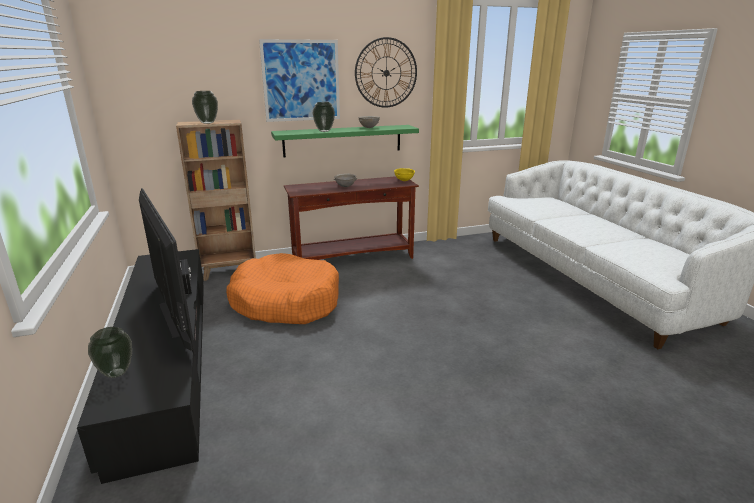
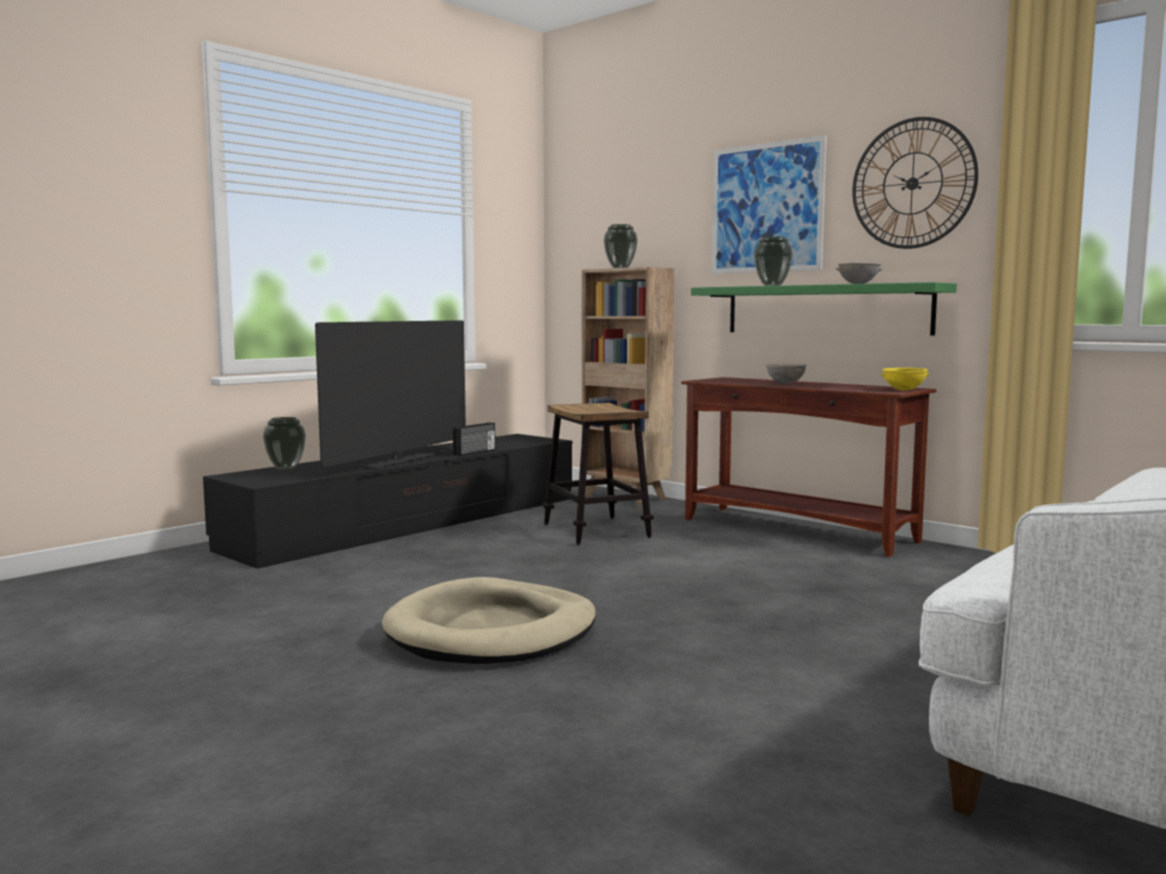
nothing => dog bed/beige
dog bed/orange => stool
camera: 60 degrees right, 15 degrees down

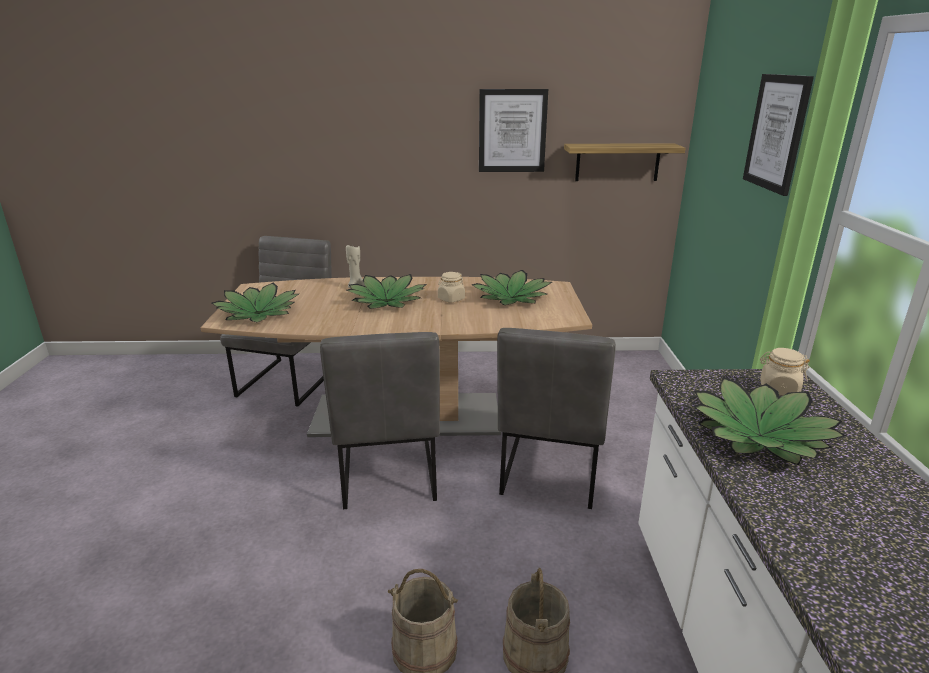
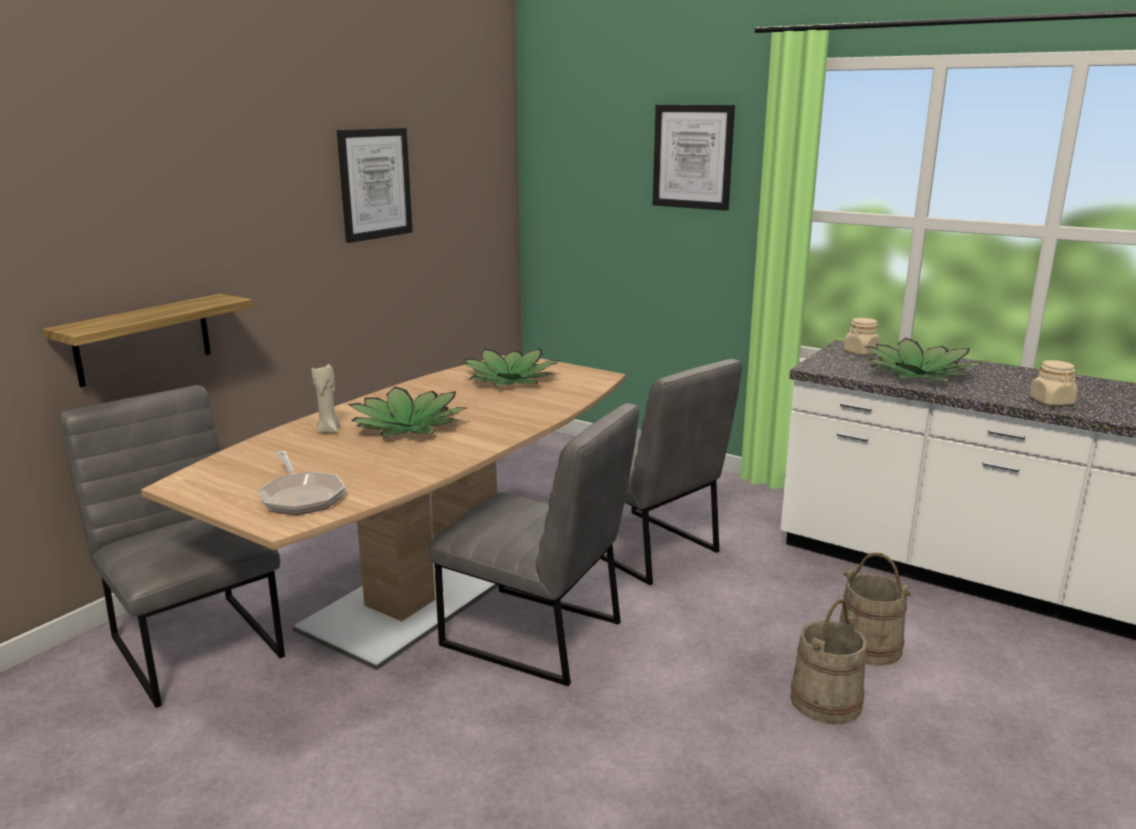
jar/beige (1st from left in the first image) => jar/beige (2nd from left), move
shelf, move
potted plant (1st from left) => frying pan
camera: 55 degrees left, 5 degrees down

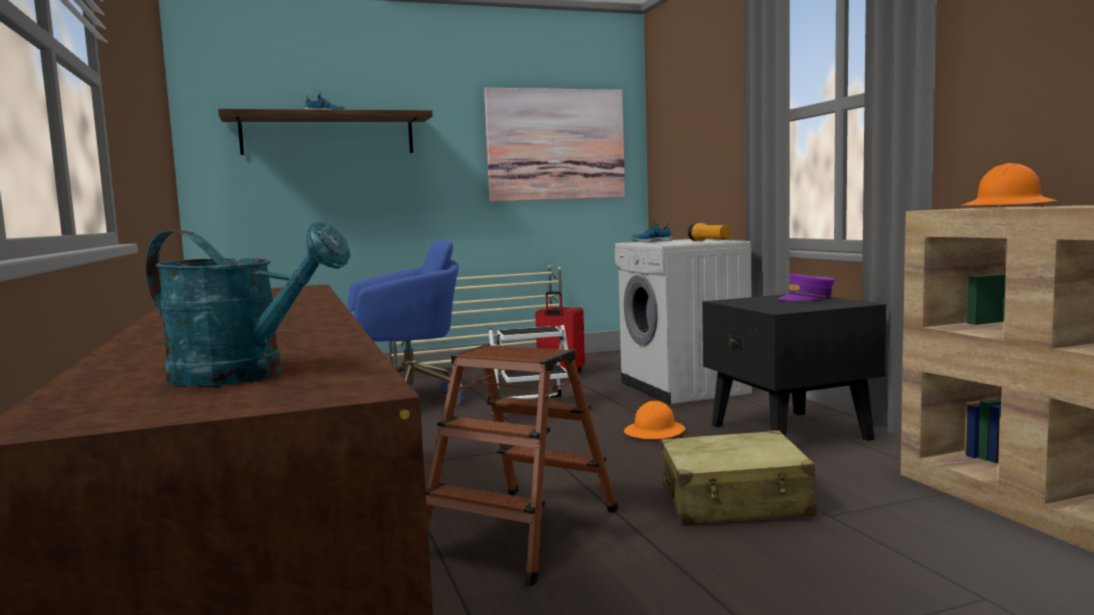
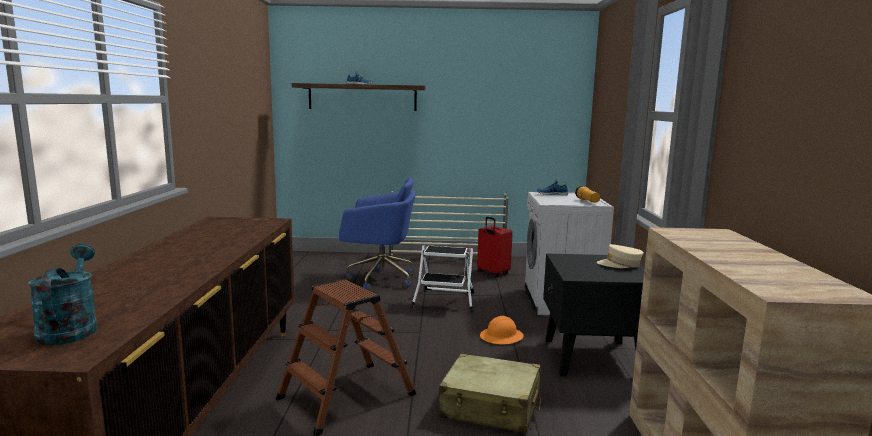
picture => nothing
hard hat/orange (2nd from left) => nothing
cap/purple => cap/beige
watering can/turquoise, 150 degrees counterclockwise
camera: 20 degrees right, 5 degrees up

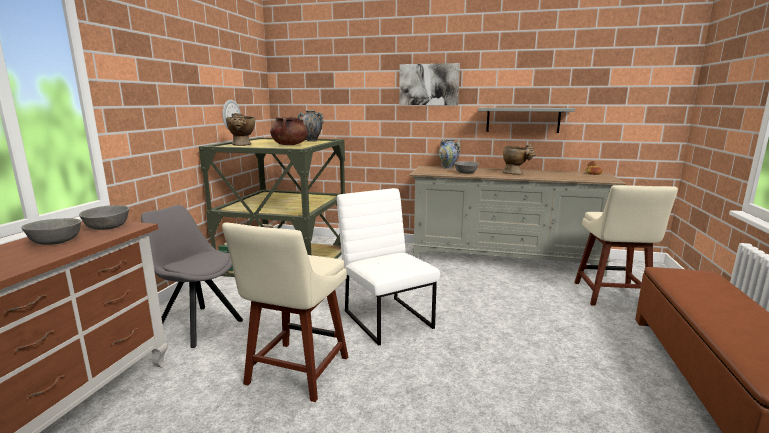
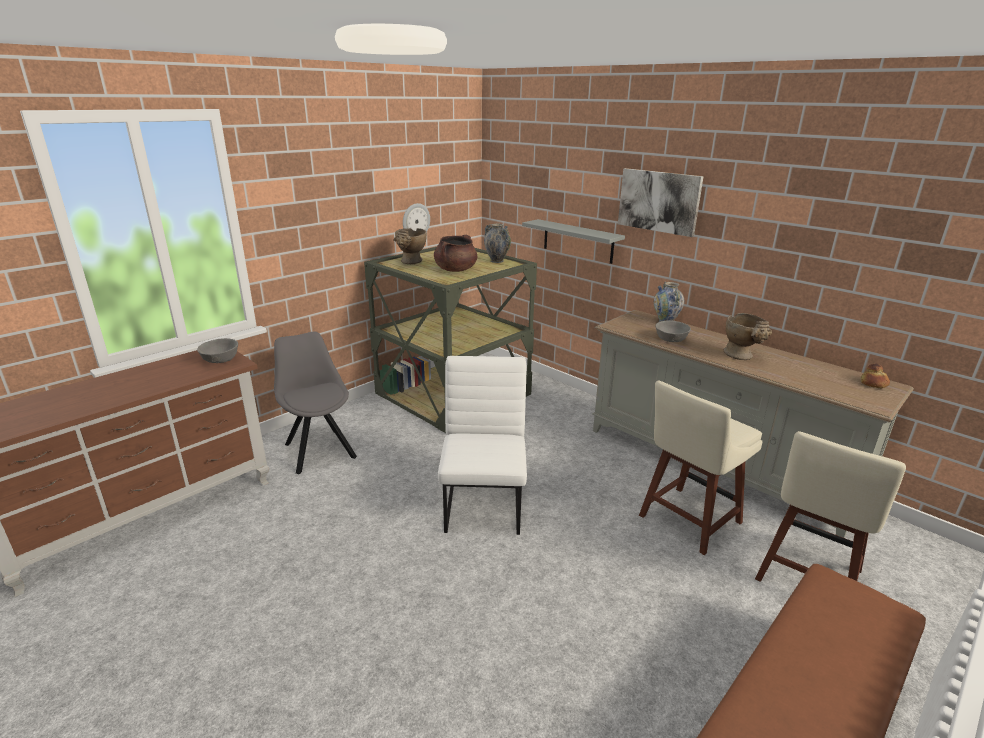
bowl/grey (1st from left) => nothing
stool/beige (1st from left), move
shelf/grey, move
camera: 30 degrees right, 10 degrees up

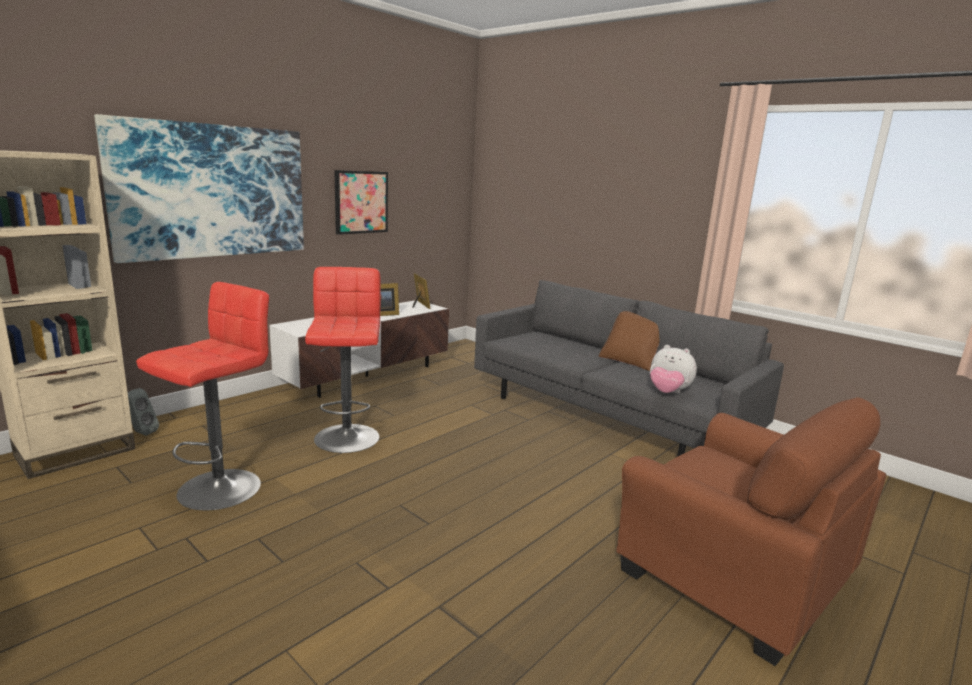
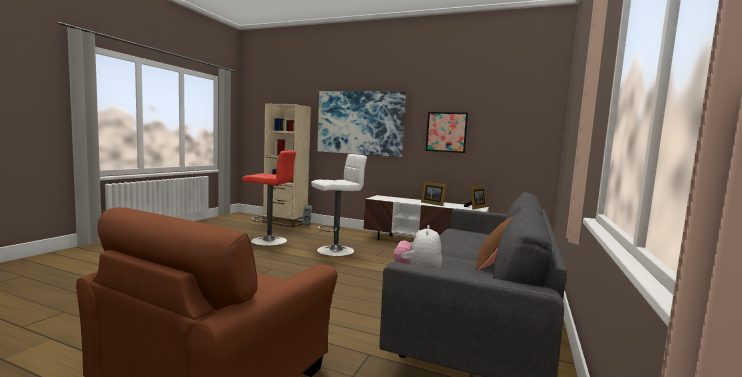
stool/red (2nd from left) => stool/white
camera: 70 degrees right, 10 degrees down

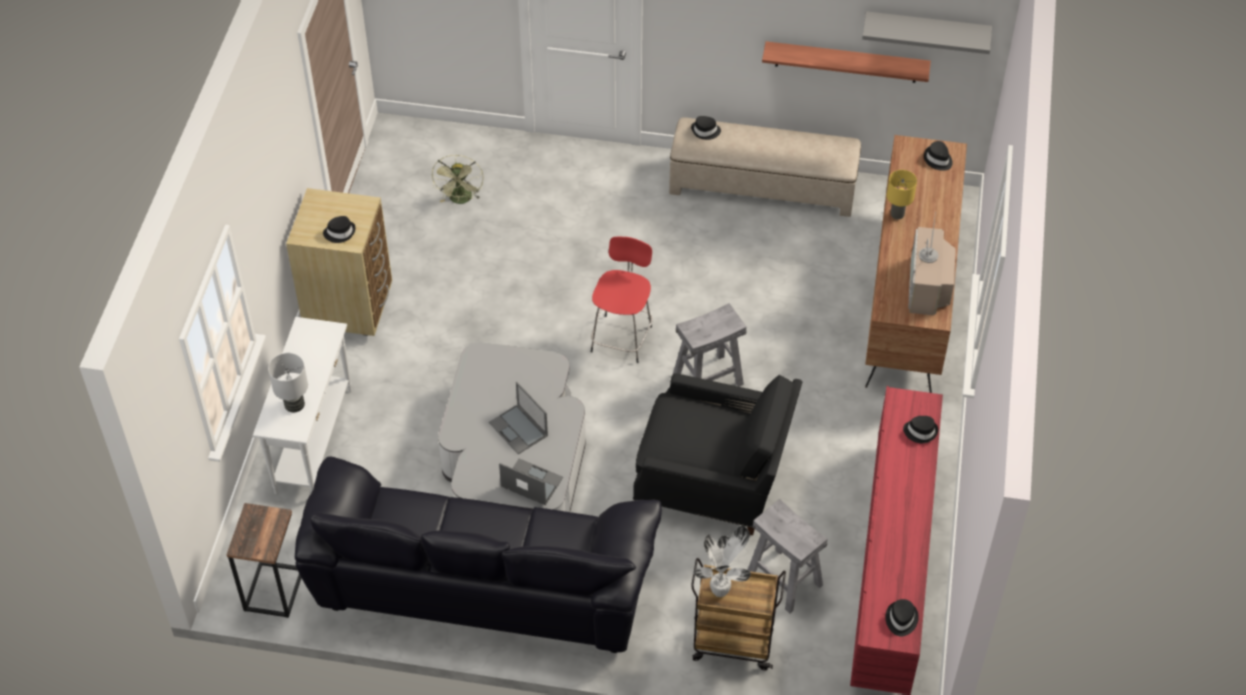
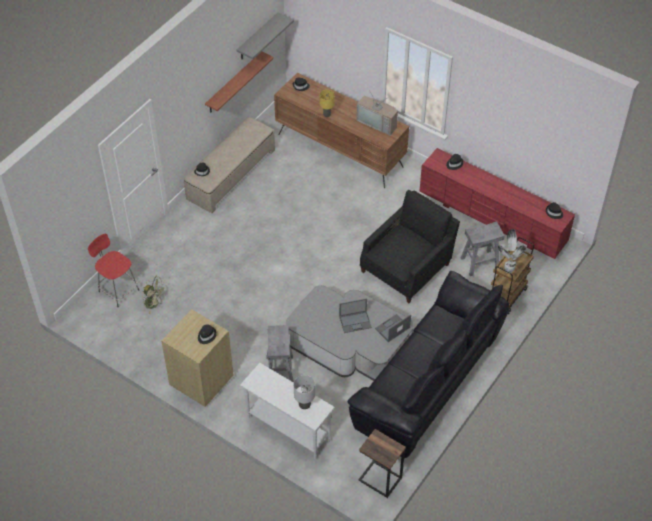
stool/red, move
stool/grey (1st from left), move
camera: 65 degrees left, 0 degrees up

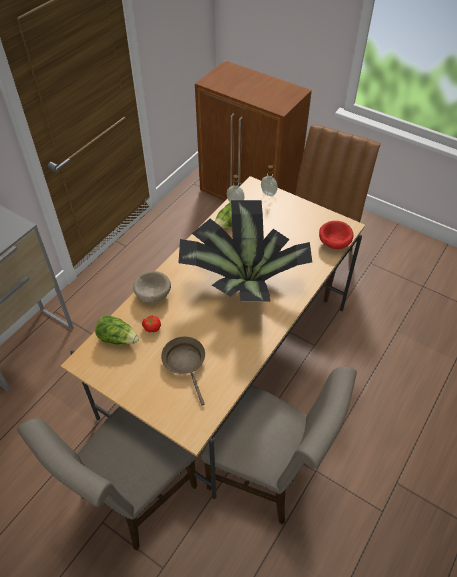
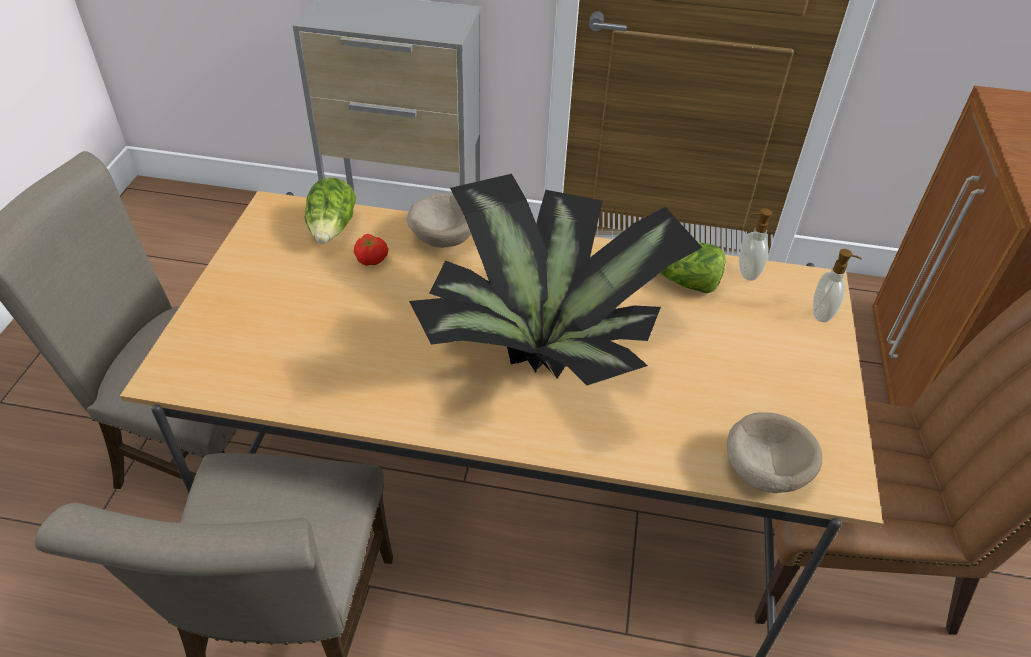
frying pan/brown => nothing
bowl/red => bowl/beige (2nd from left)
camera: 65 degrees right, 5 degrees down

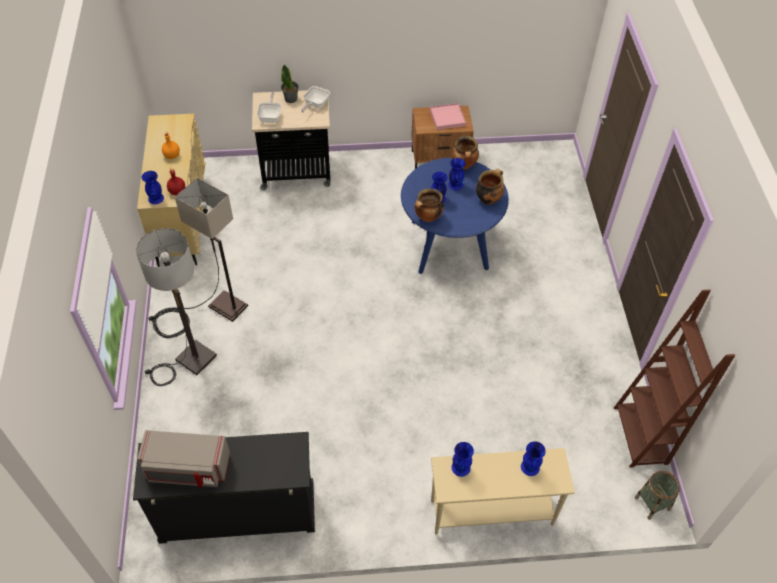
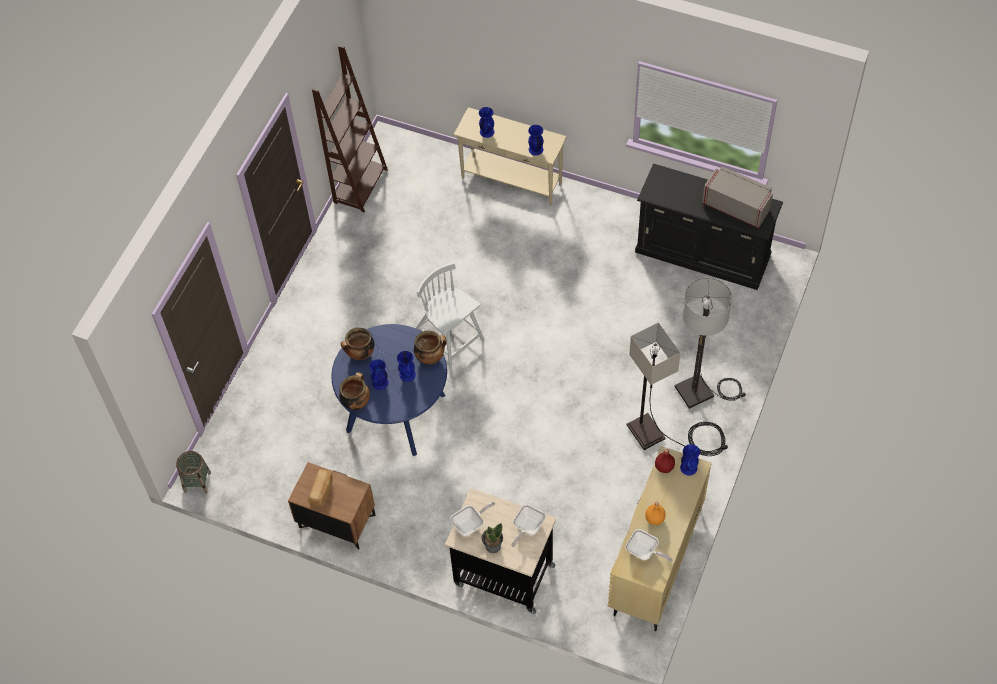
nothing => chair/white
nothing => frying pan (3rd from left)
basket, move
tray/pink => bread
camera: 150 degrees left, 5 degrees up

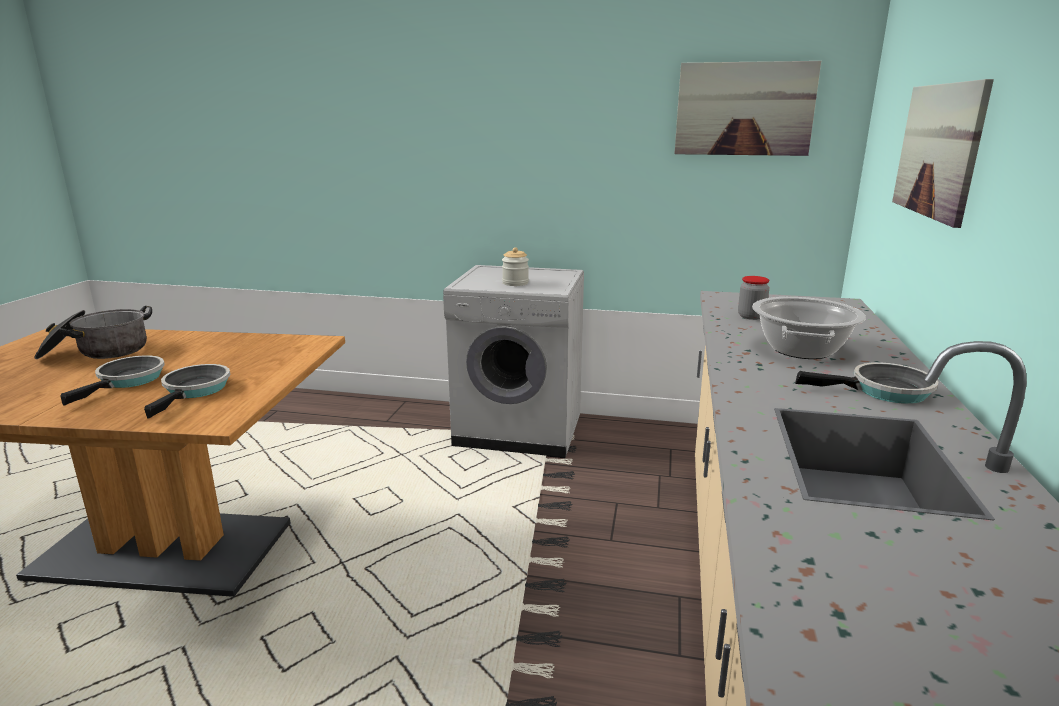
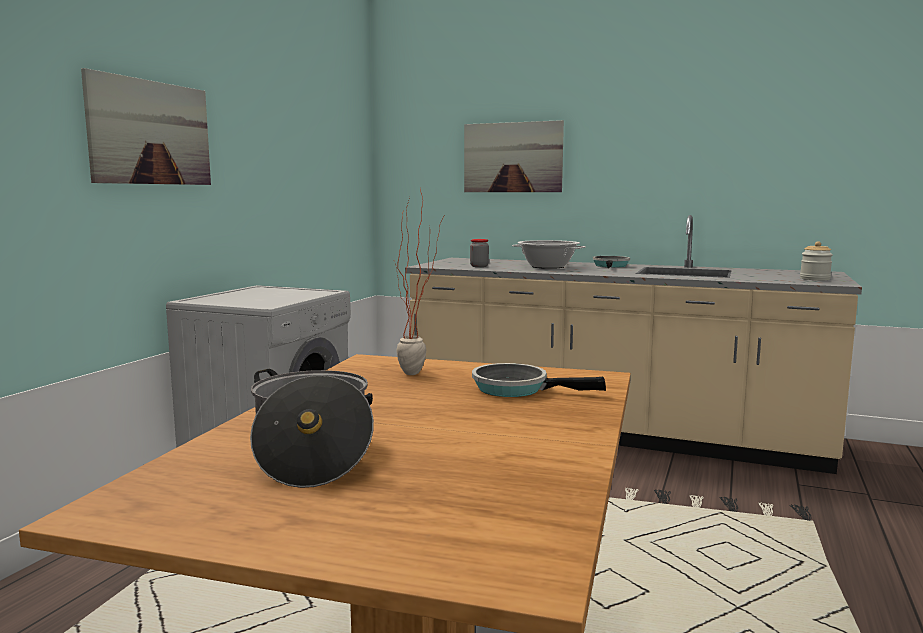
frying pan (1st from left) => nothing
nothing => potted plant
jar (1st from left in the first image) => jar (2nd from left), move
picture (1st from left), move
camera: 80 degrees left, 10 degrees down

